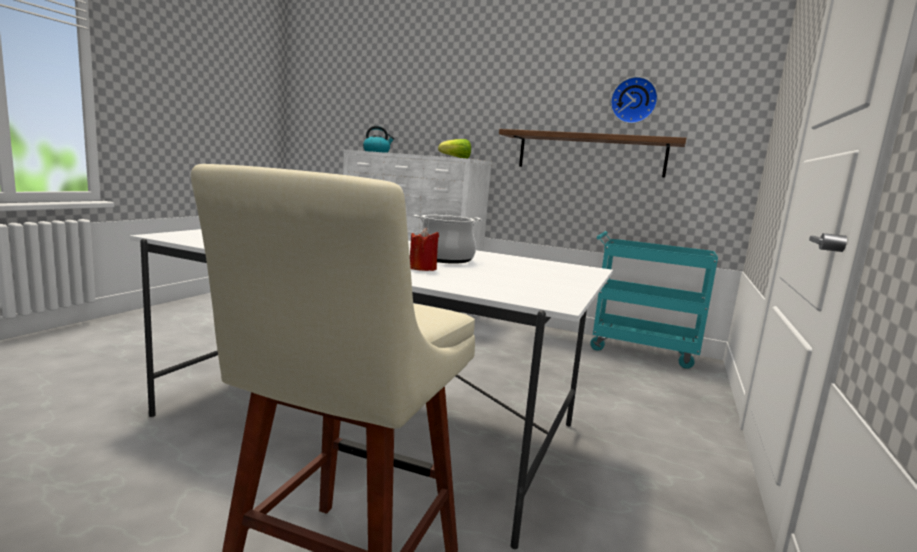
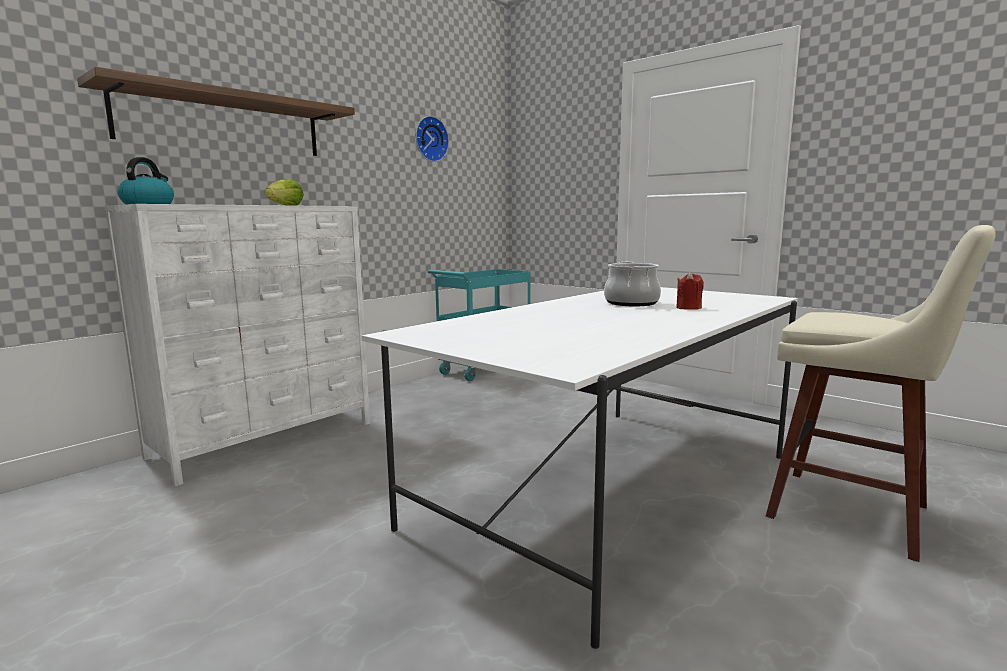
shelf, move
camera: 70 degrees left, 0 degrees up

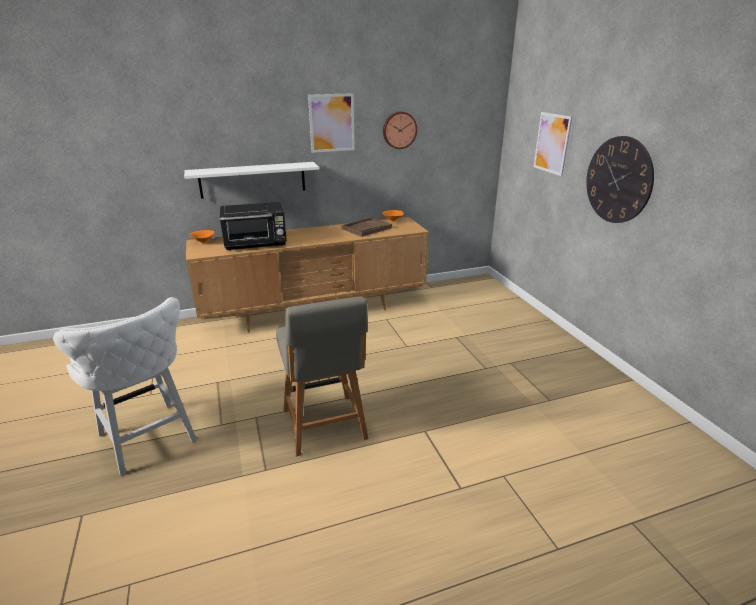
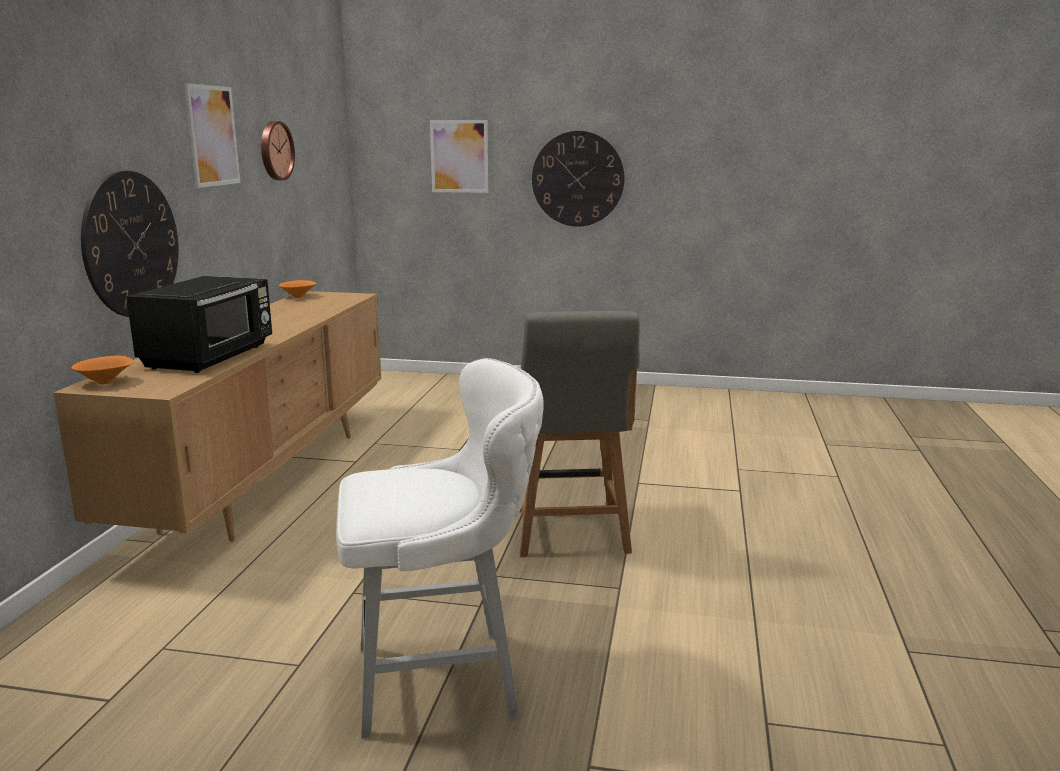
tray/brown => nothing
shelf/white => wall clock (1st from left)
chair/grey, 75 degrees clockwise
camera: 60 degrees left, 10 degrees down

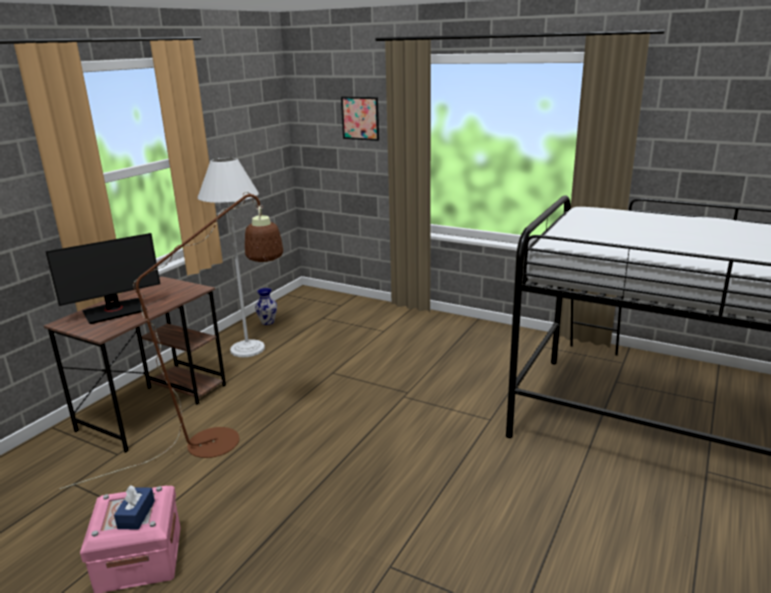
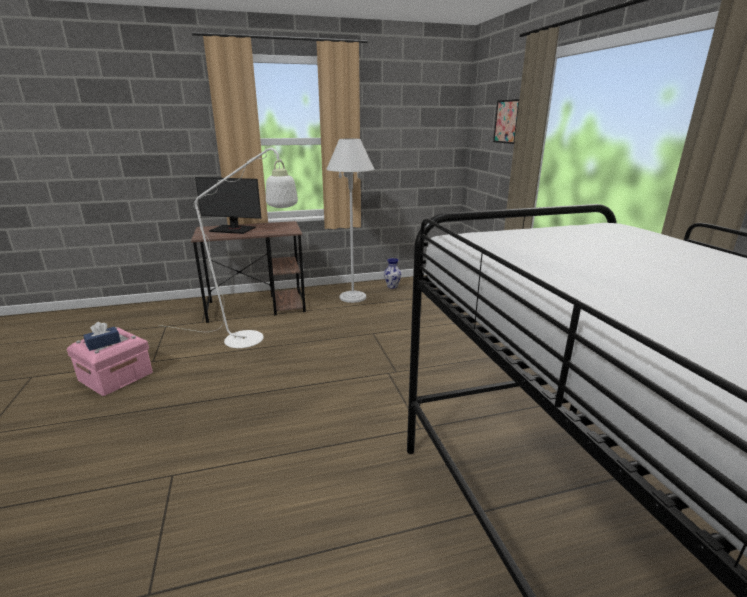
floor lamp/brown => floor lamp/white (1st from left)
camera: 45 degrees right, 0 degrees up

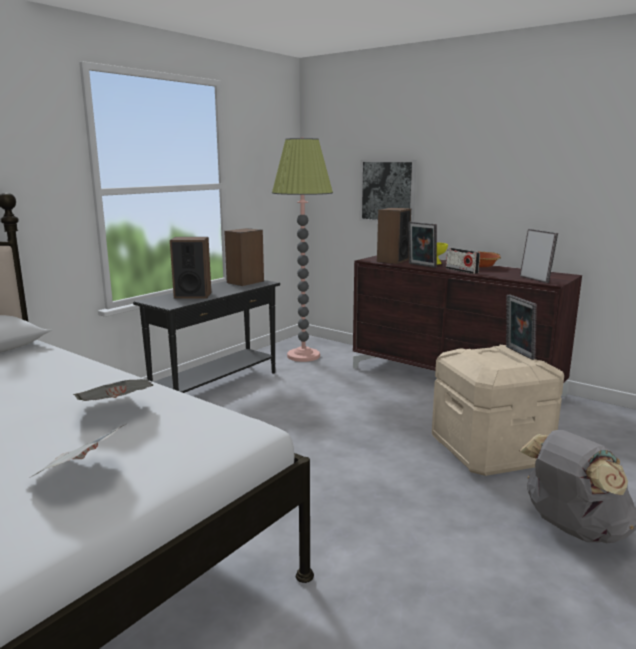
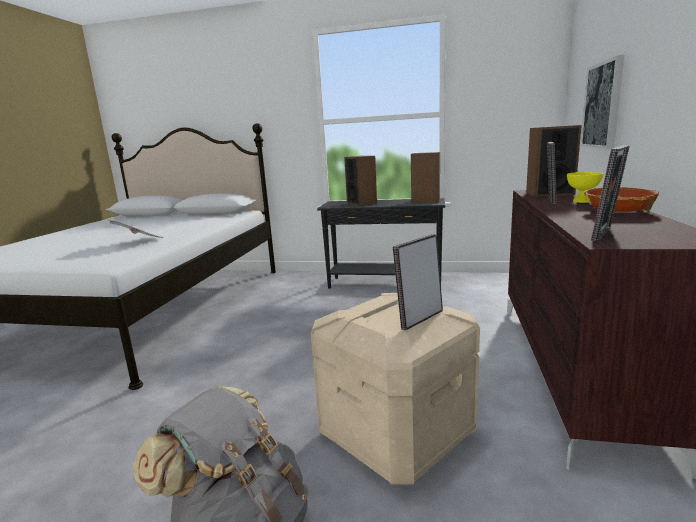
newspaper (1st from left) => nothing
floor lamp => nothing
radio => nothing
camera: 65 degrees right, 0 degrees up

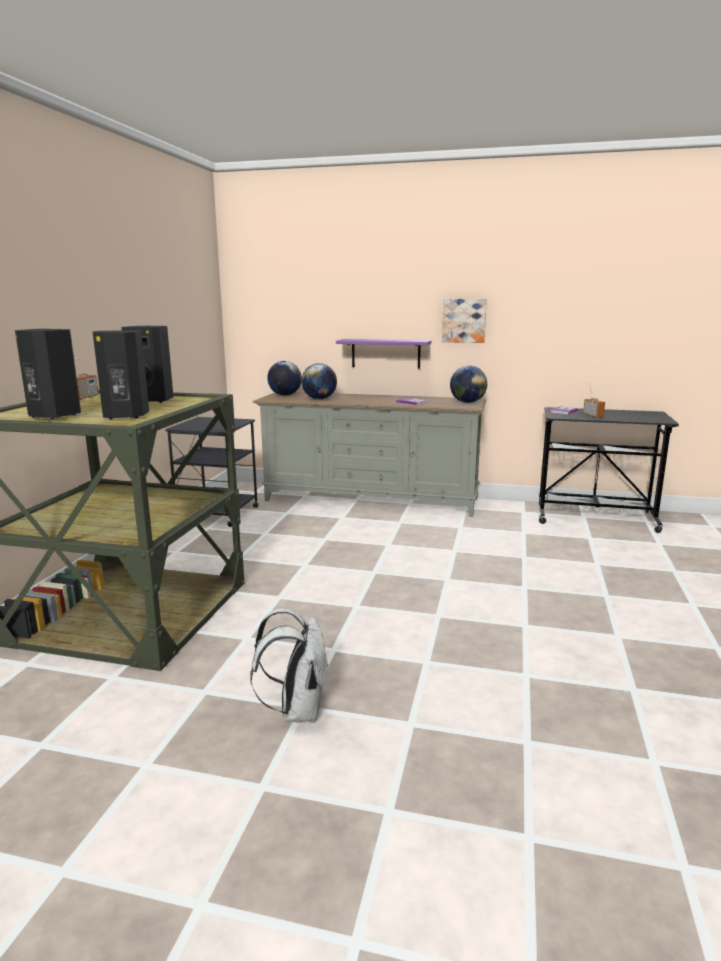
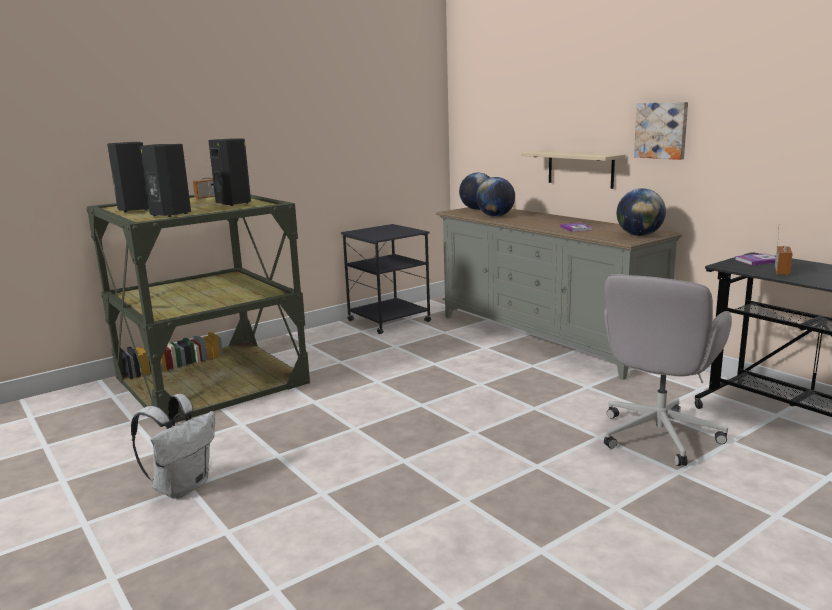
nothing => office chair/grey
shelf/purple => shelf/beige
camera: 40 degrees right, 0 degrees up

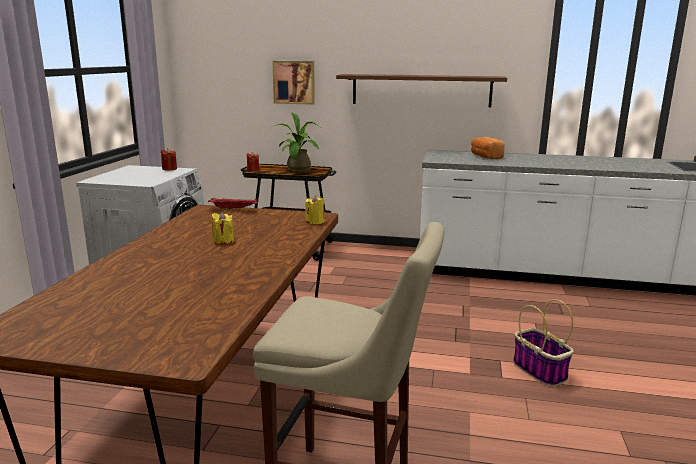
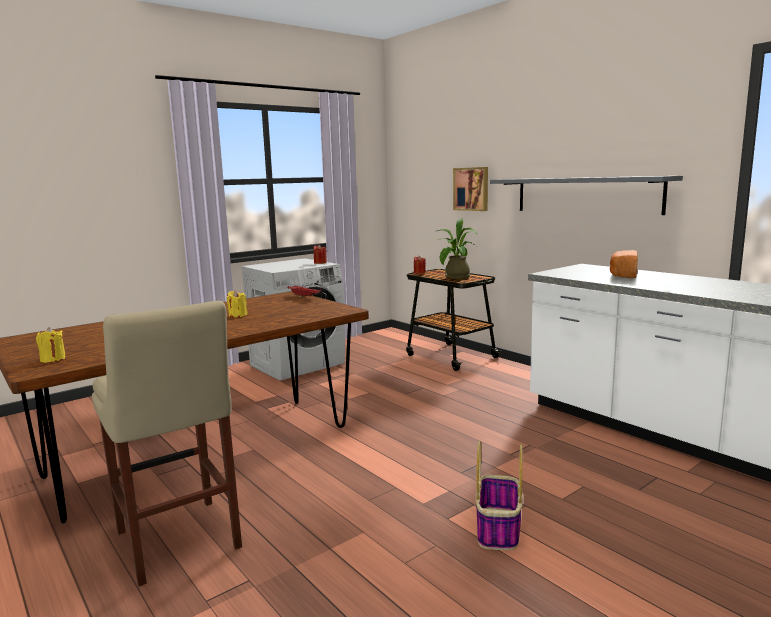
candle/yellow (2nd from left in the first image) => candle/yellow (1st from left), move
shelf/brown => shelf/grey
camera: 40 degrees right, 5 degrees down

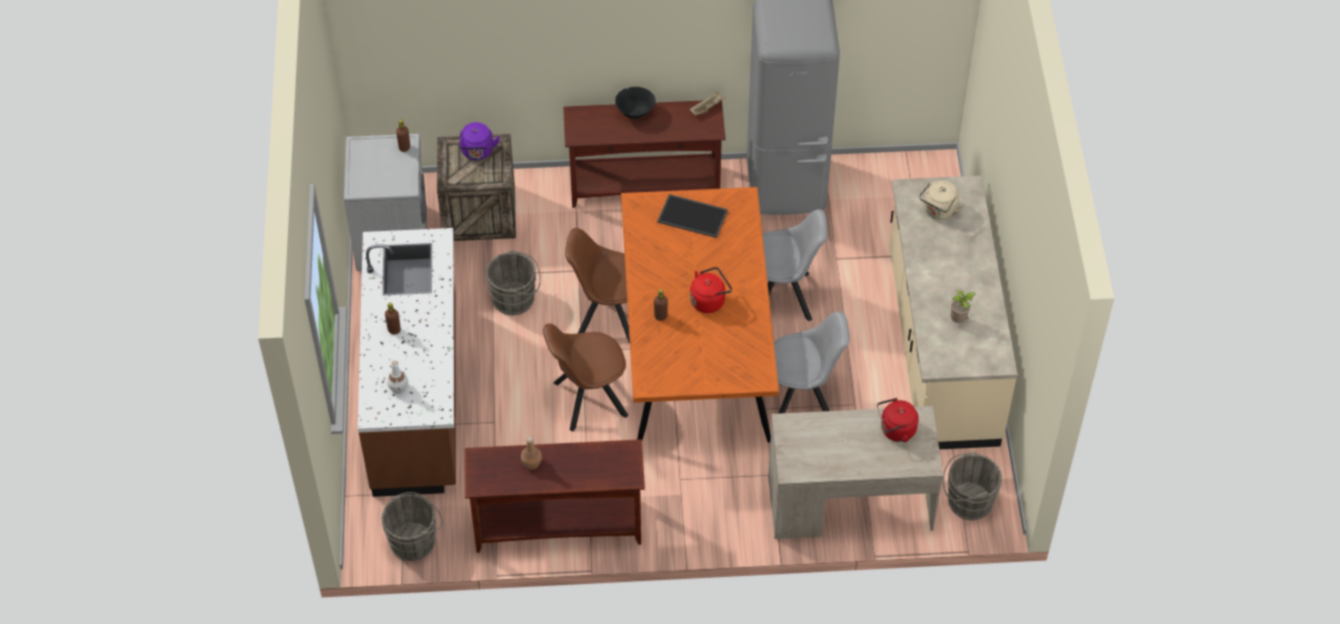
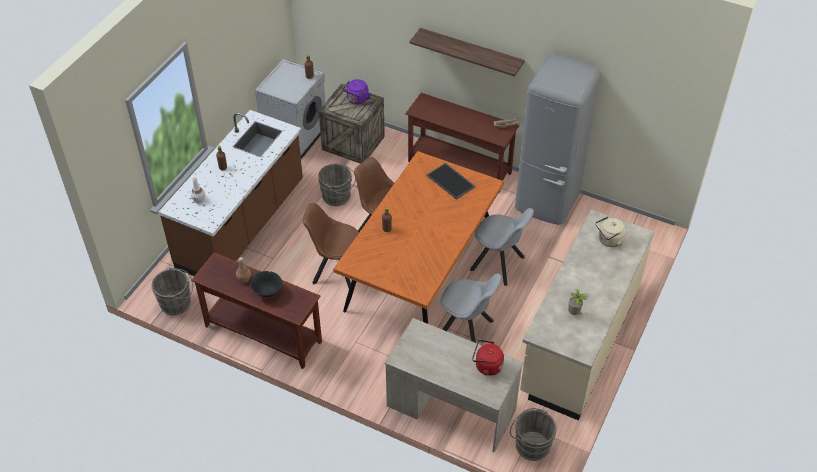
kettle/red (1st from left) => nothing
nothing => shelf
bowl/black, move
camera: 30 degrees right, 5 degrees down

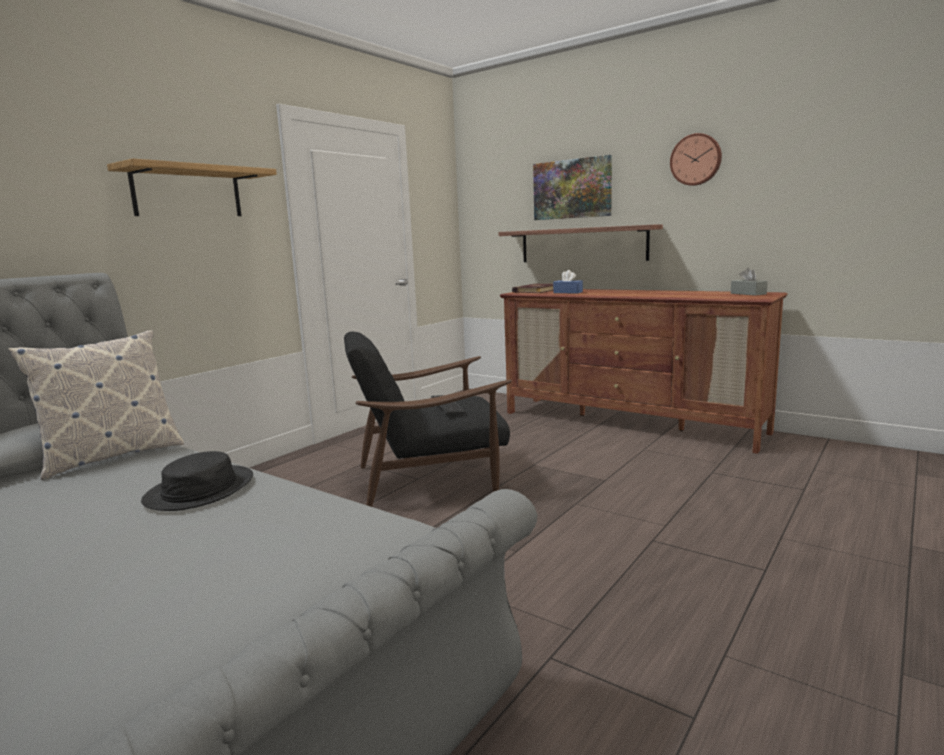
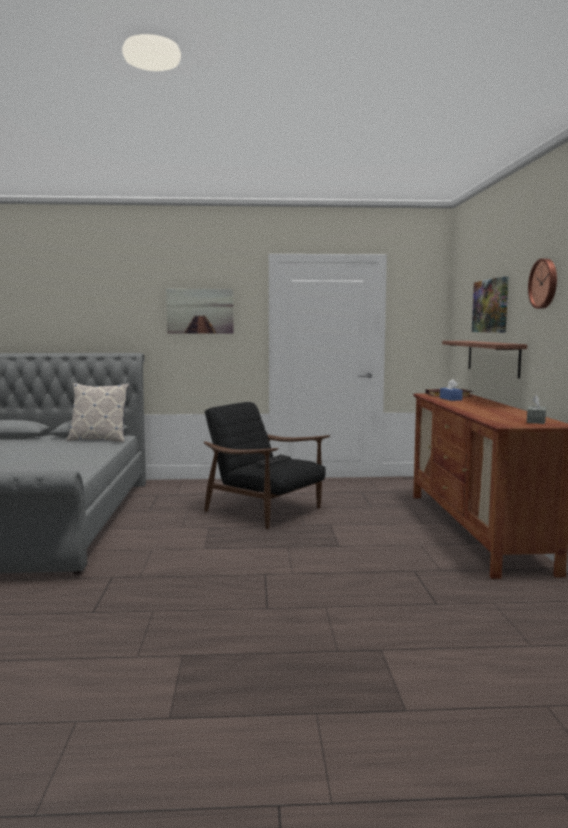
hat/black => nothing
shelf (1st from left) => picture (1st from left)
camera: 50 degrees right, 5 degrees down

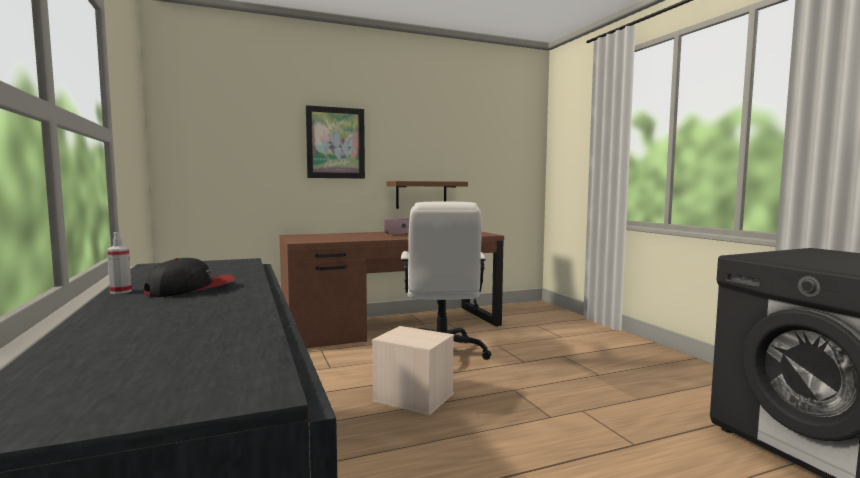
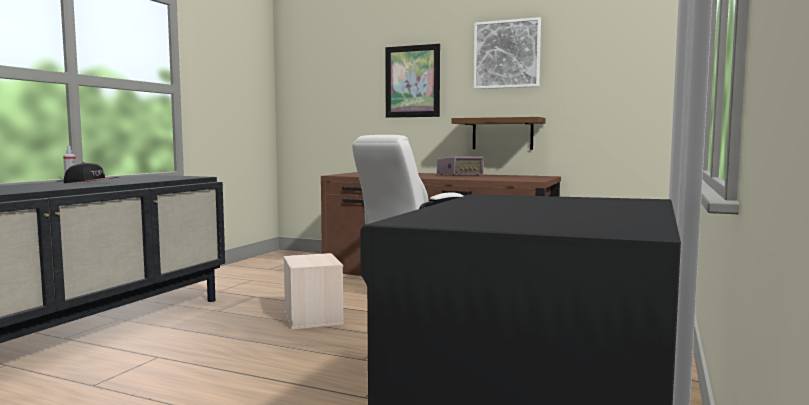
nothing => picture (2nd from left)
camera: 45 degrees right, 0 degrees up

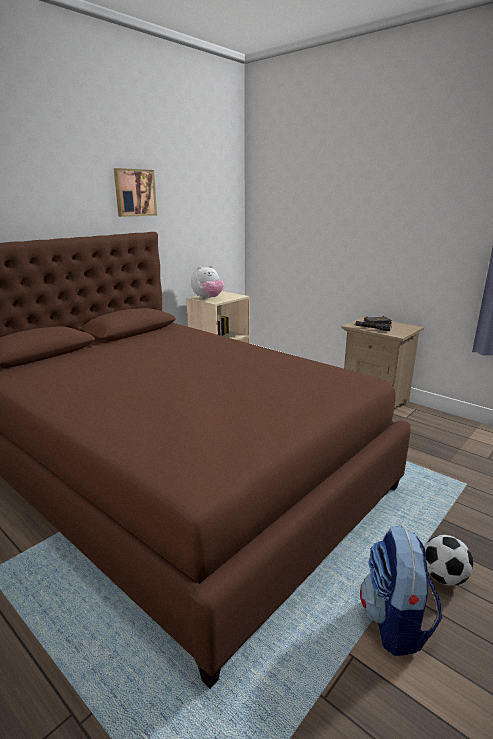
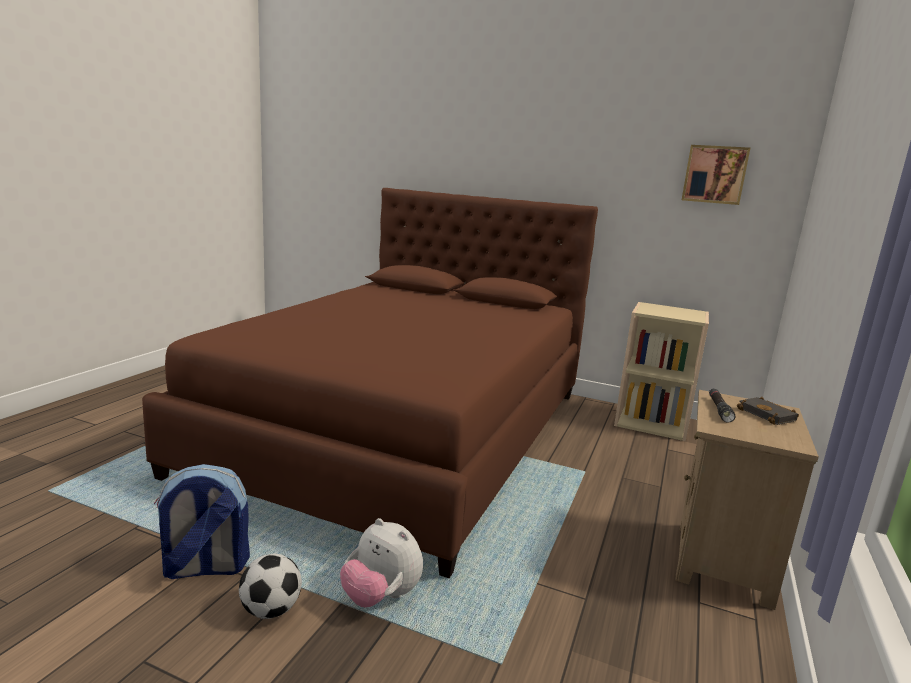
picture, move
plush toy, move
camera: 70 degrees right, 5 degrees down

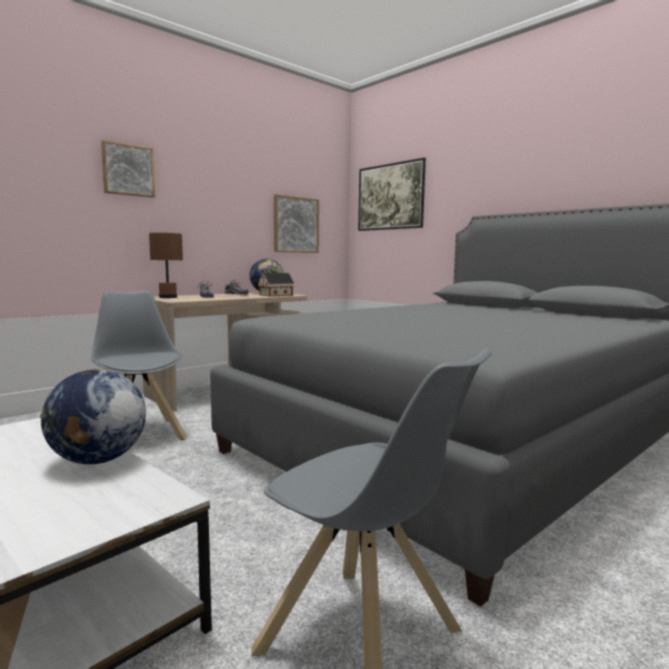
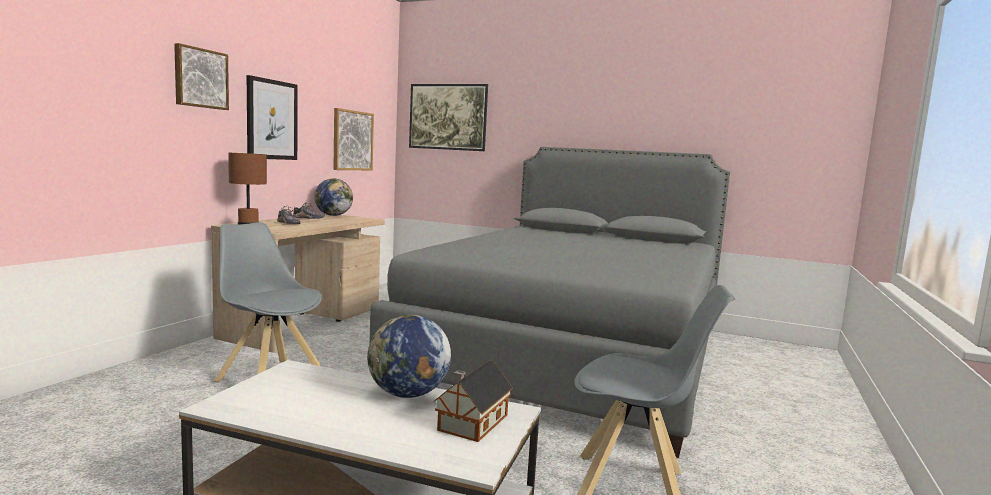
nothing => picture (2nd from left)
toy house, move
camera: 25 degrees left, 0 degrees up

